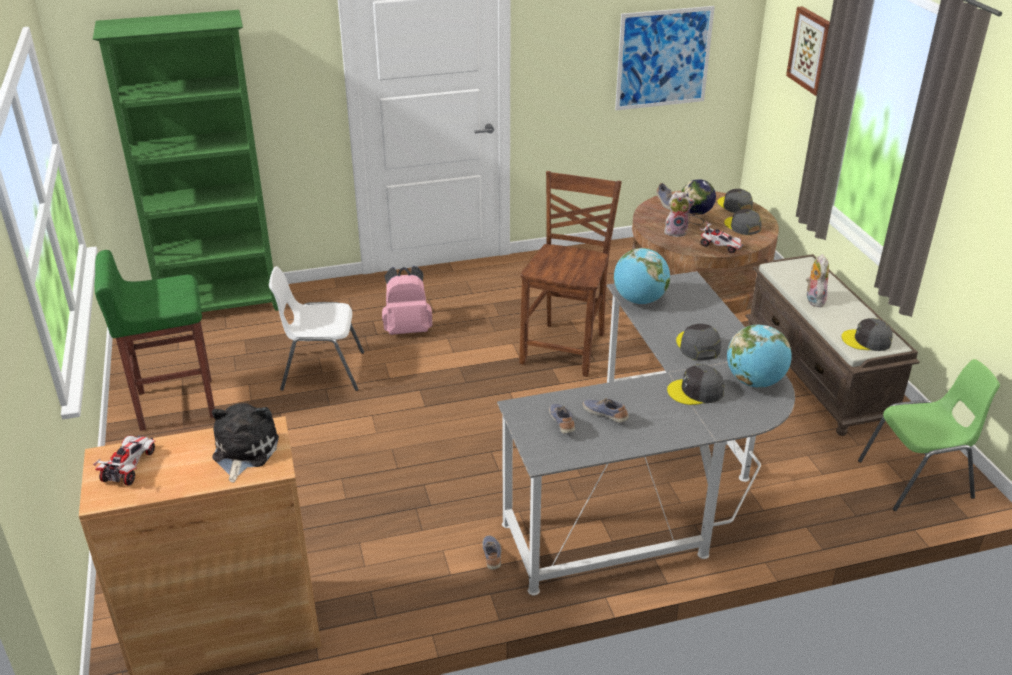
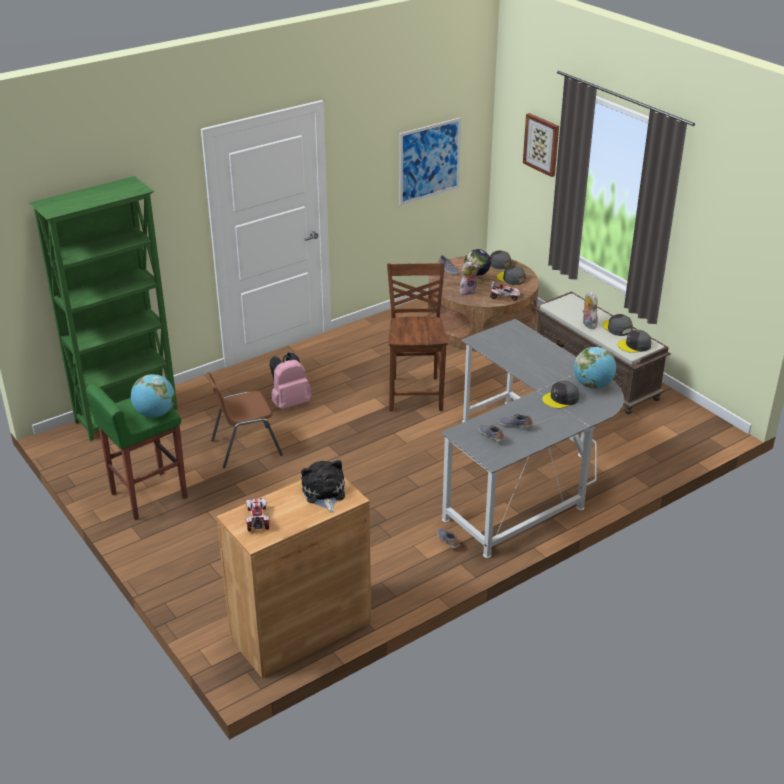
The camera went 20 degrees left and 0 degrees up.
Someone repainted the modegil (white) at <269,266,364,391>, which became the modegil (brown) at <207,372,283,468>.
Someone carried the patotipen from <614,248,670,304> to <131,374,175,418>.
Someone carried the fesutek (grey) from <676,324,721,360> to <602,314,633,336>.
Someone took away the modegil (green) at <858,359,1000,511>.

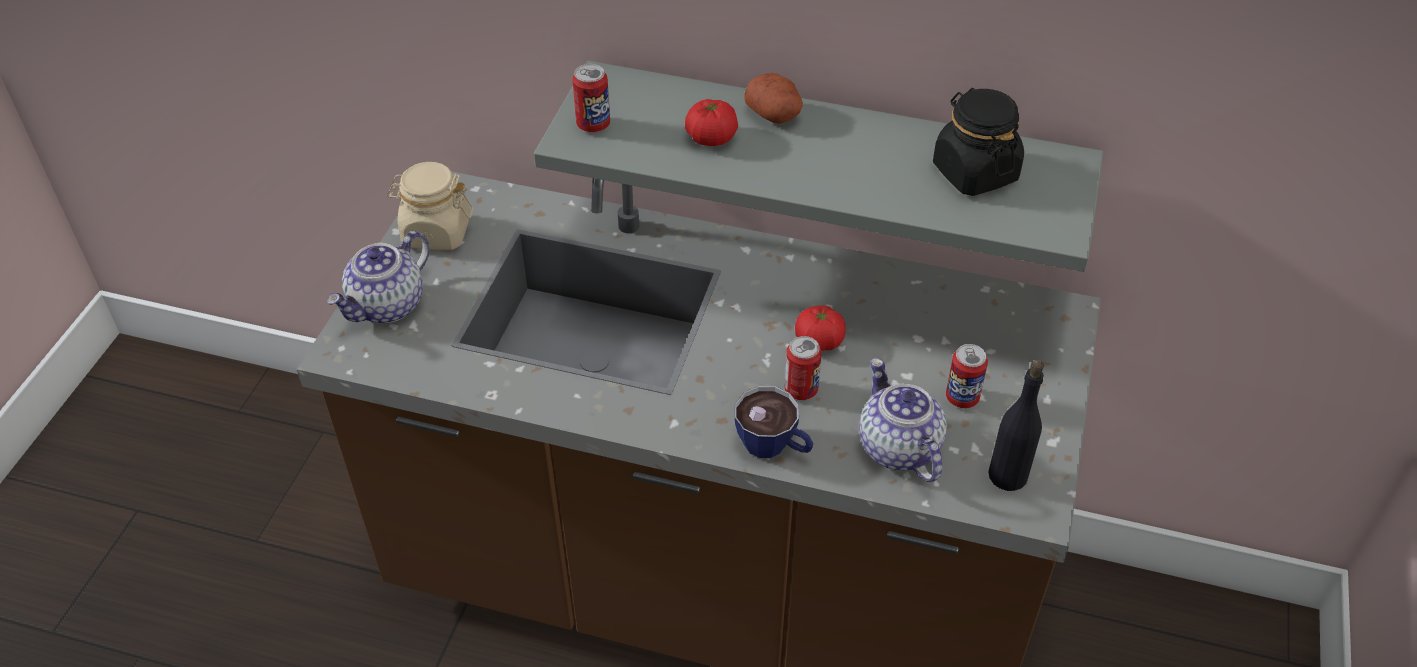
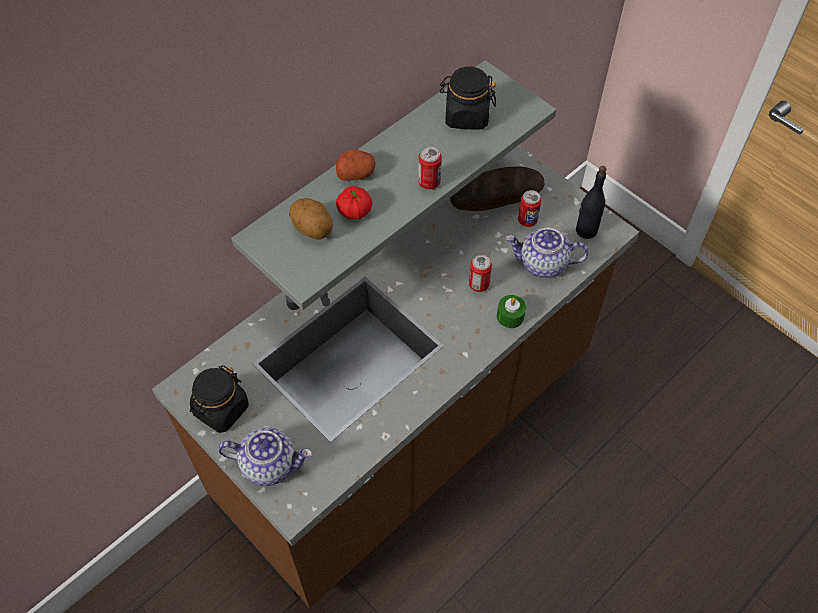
The camera went 60 degrees left and 10 degrees up.
Someone rotated the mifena at <327,231,430,323> by 60 degrees counterclockwise.
Someone repainted the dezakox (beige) at <387,162,473,250>, which became the dezakox (black) at <190,365,249,433>.
Someone carried the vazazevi from <572,64,610,132> to <418,147,442,190>.
Someone swapped the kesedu at <735,386,814,458> for the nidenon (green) at <497,295,526,328>.
Someone took away the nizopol at <795,305,846,351>.
Someone put down the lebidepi at <289,198,333,240>.
Someone put down the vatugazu at <450,166,545,211>.

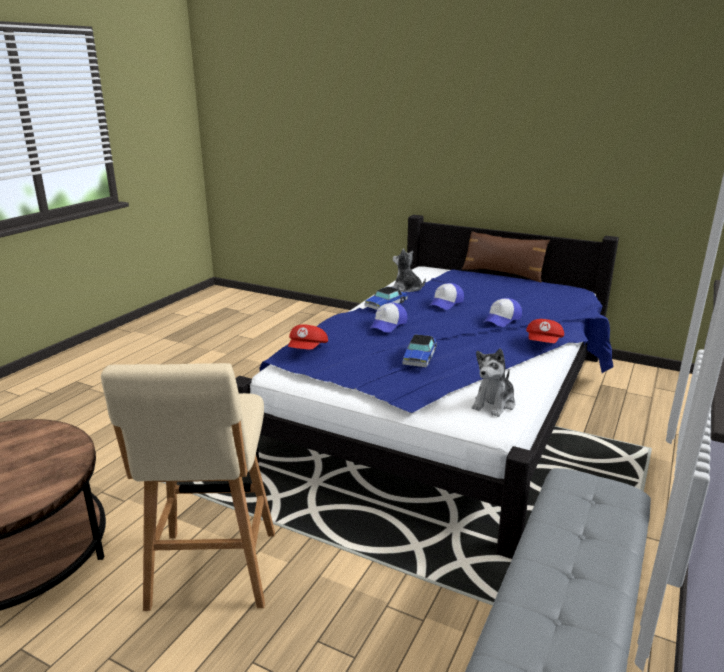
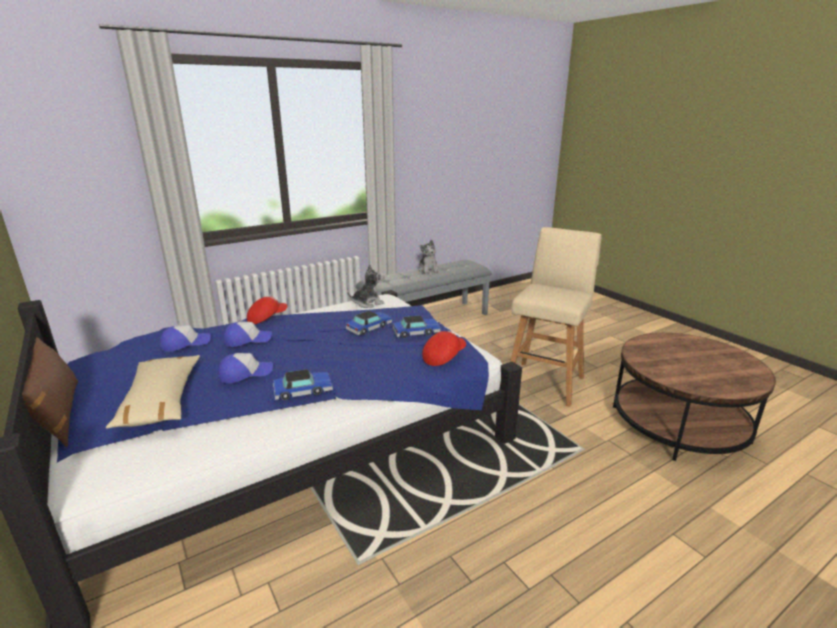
The camera went 150 degrees left and 0 degrees up.
Someone carried the fesutek from <369,302,407,333> to <160,325,211,352>.
Someone carried the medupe from <391,248,426,292> to <418,239,439,274>.
Someone put down the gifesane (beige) at <106,355,200,428>.
Someone put down the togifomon at <393,315,441,338>.

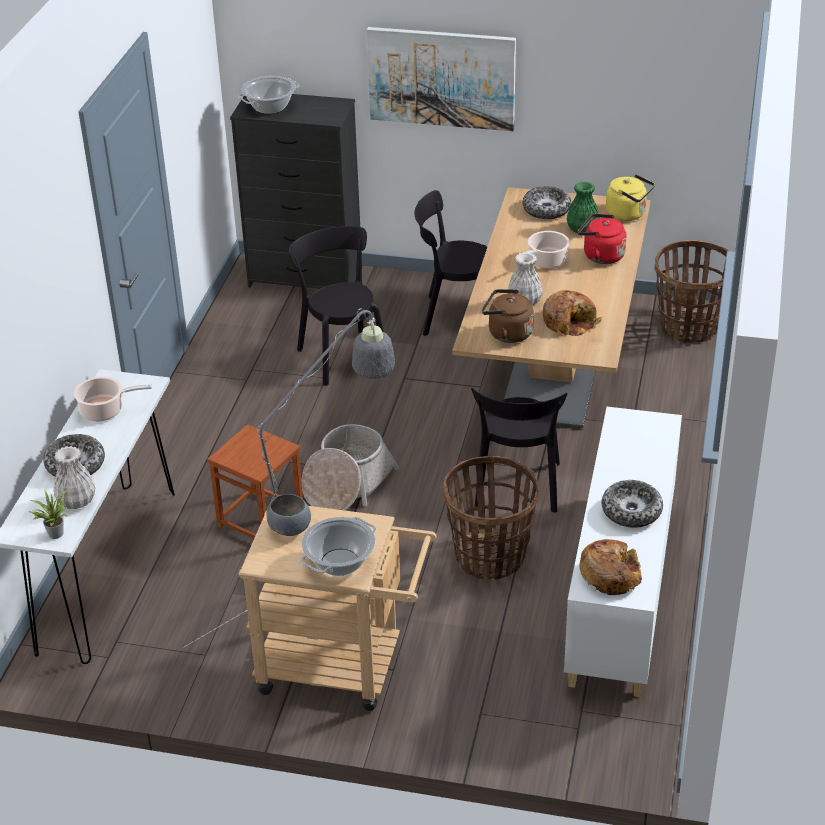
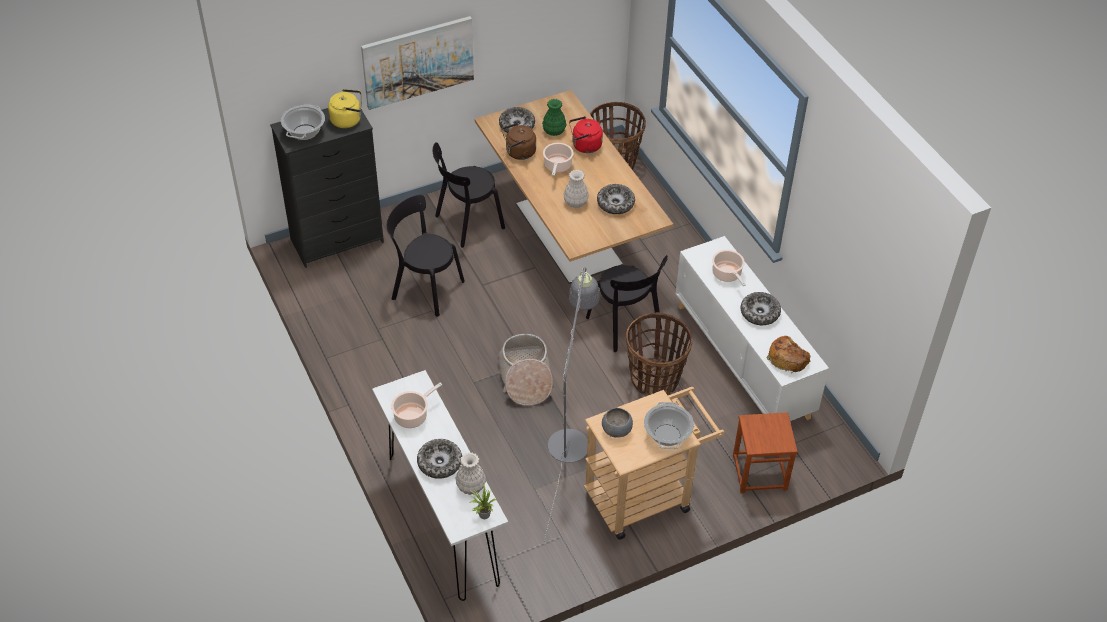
The camera went 40 degrees left and 10 degrees up.
Someone carried the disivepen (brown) from <207,424,303,538> to <733,412,798,493>.
Someone carried the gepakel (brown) from <482,289,534,343> to <501,123,536,160>.
Someone swapped the vatugazu at <543,290,602,336> for the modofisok at <597,184,635,214>.
Someone carried the gepakel (yellow) from <606,174,655,221> to <328,89,362,128>.
Someone put down the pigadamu at <712,250,746,286>.

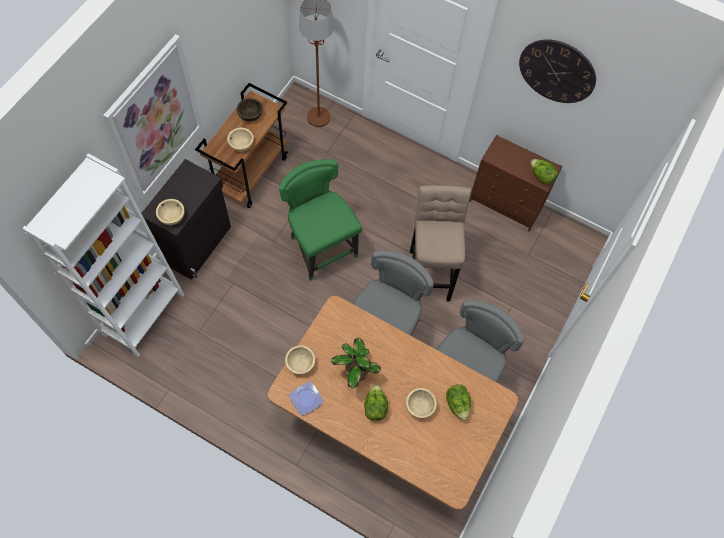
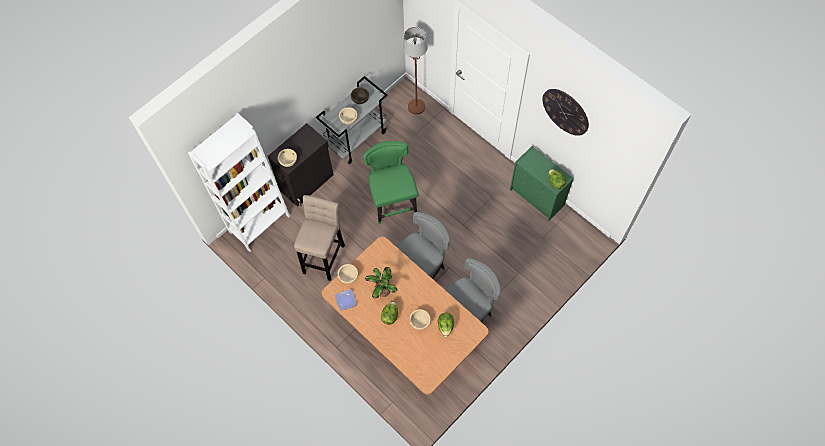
The camera went 20 degrees right and 0 degrees up.
Someone took away the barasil at <103,34,202,199>.
Someone repainted the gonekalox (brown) at <195,83,288,208>, which became the gonekalox (grey) at <316,76,388,164>.
Someone carried the disivepen (beige) from <410,185,471,302> to <294,195,345,281>.
Someone repainted the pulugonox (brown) at <469,135,562,231>, which became the pulugonox (green) at <510,146,574,221>.

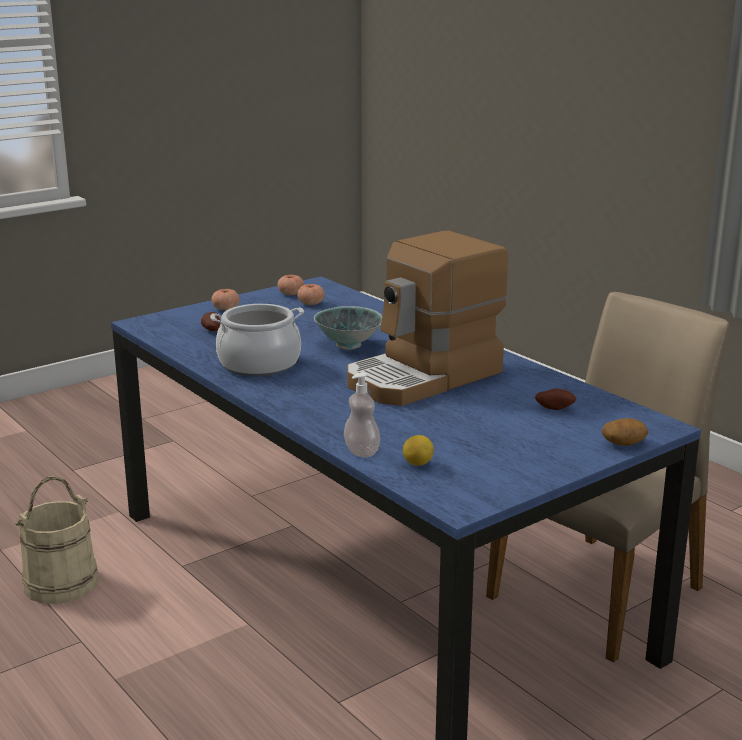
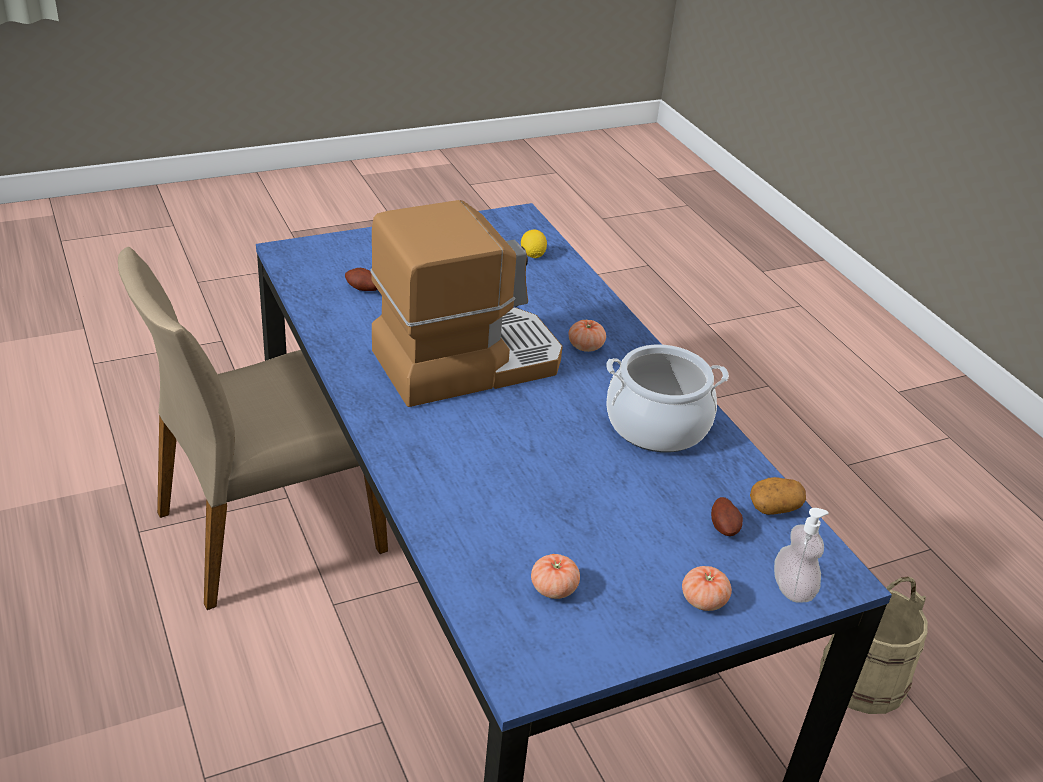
The camera went 170 degrees left and 15 degrees up.
Someone carried the nizopol from <277,275,304,295> to <569,320,606,352>.
Someone took away the modofisok at <314,306,382,350>.
Someone carried the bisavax from <344,372,380,457> to <774,508,829,603>.
Someone carried the lebidepi from <602,418,648,446> to <750,477,806,515>.

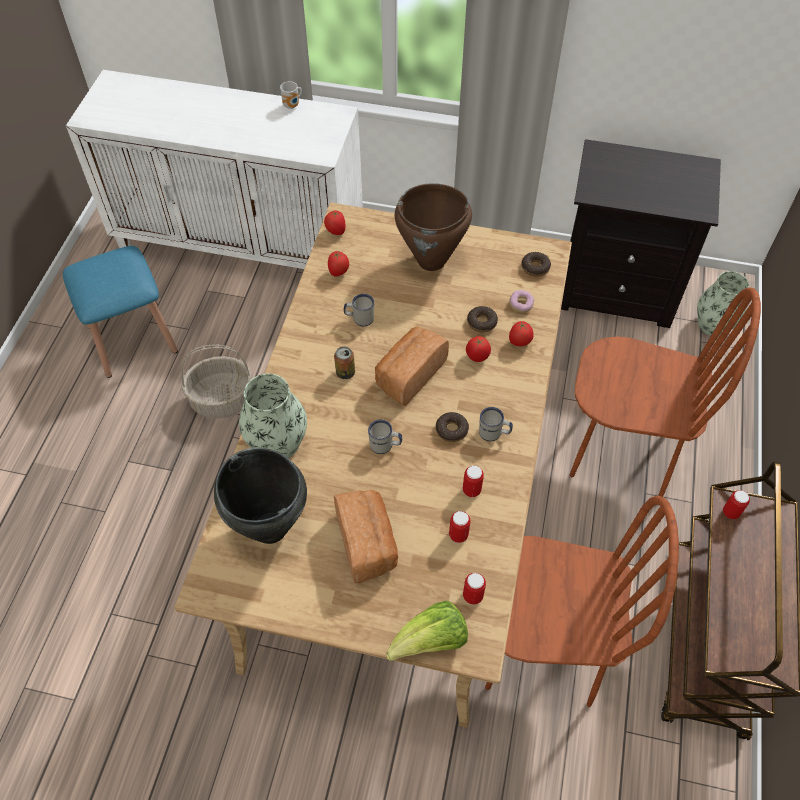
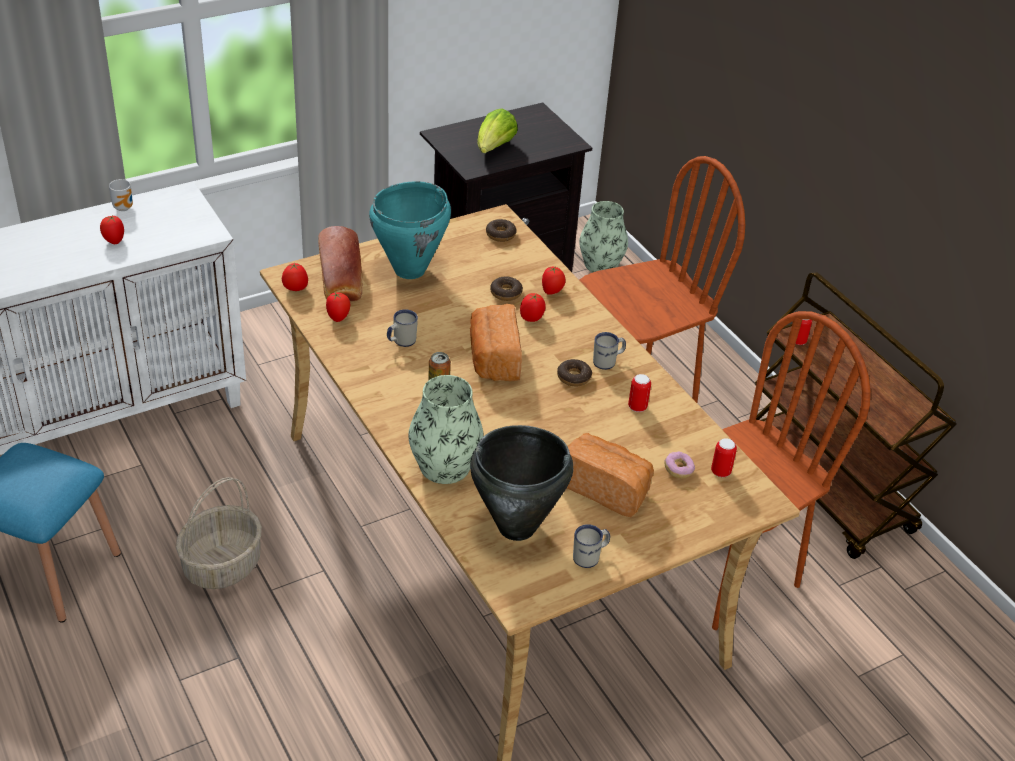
The camera went 45 degrees left and 15 degrees down.
Someone carried the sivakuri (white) from <368,419,402,454> to <573,524,610,568>.
Someone carried the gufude from <386,601,468,662> to <477,108,518,153>.
Someone repainted the pigadamu (brown) at <395,183,472,271>, which became the pigadamu (turquoise) at <369,181,451,279>.
Someone took away the vazazevi at <449,511,470,543>.
Someone carried the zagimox from <509,290,534,313> to <664,452,695,479>.
Someone put down the nizopol at <100,215,124,244>.
Someone put down the vatugazu at <318,226,362,301>.

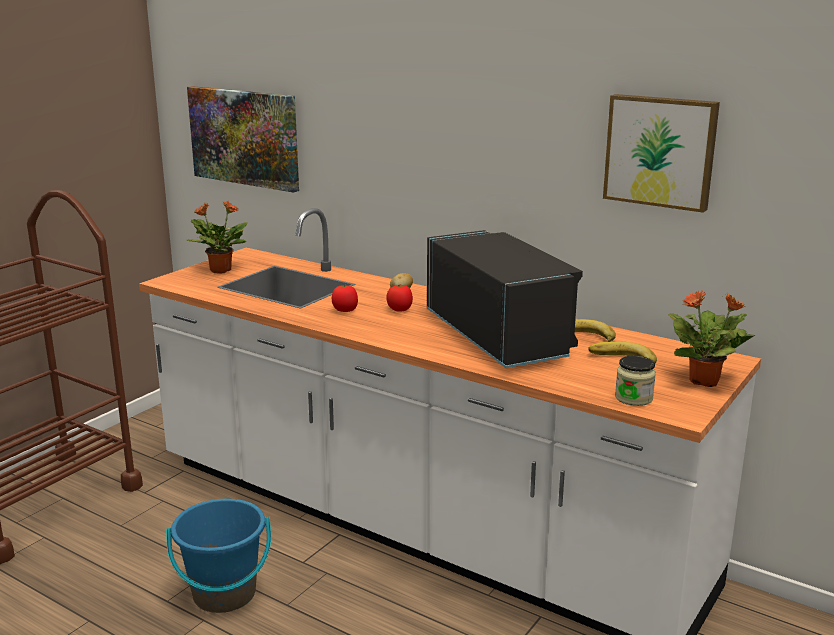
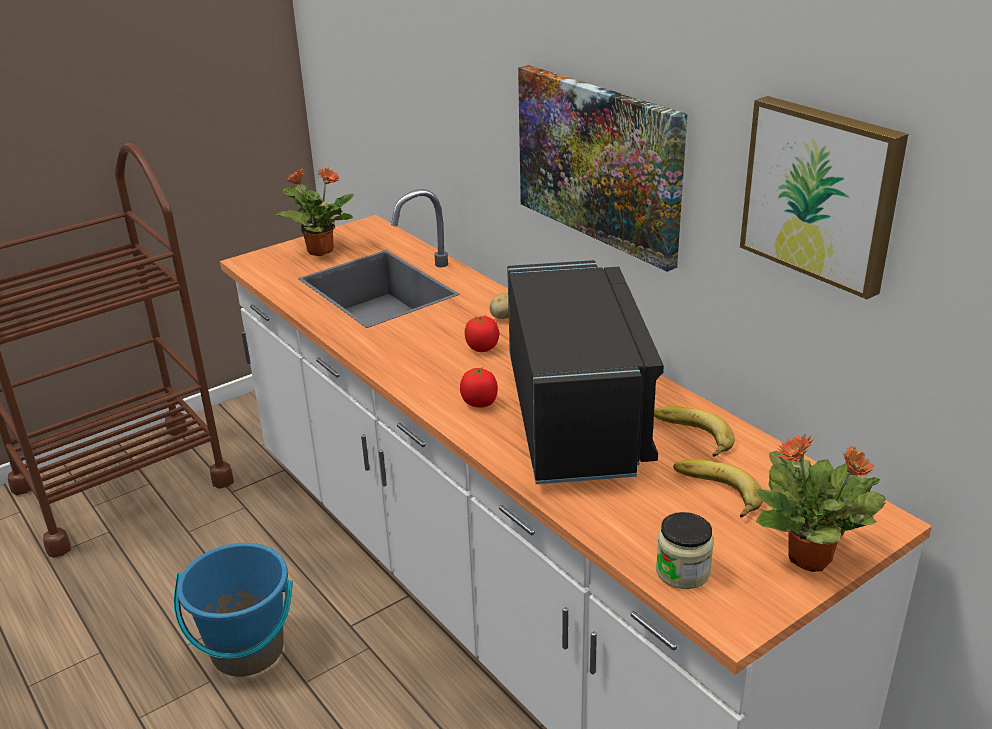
The camera went 20 degrees right and 10 degrees up.
Someone carried the barasil from <187,86,299,193> to <518,65,688,272>.
Someone carried the nizopol from <332,284,358,312> to <460,366,498,407>.

